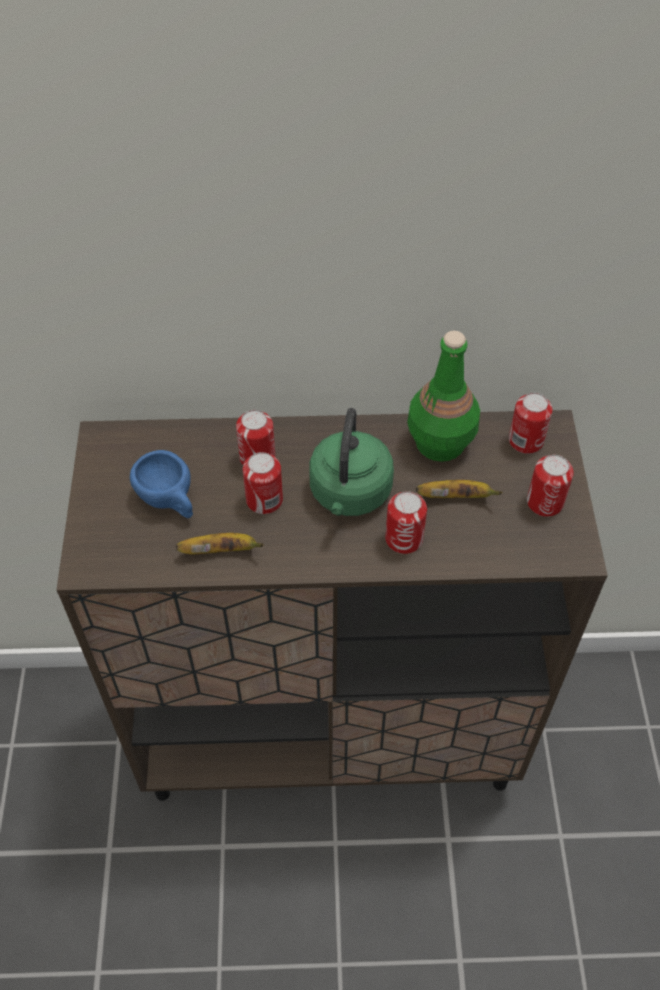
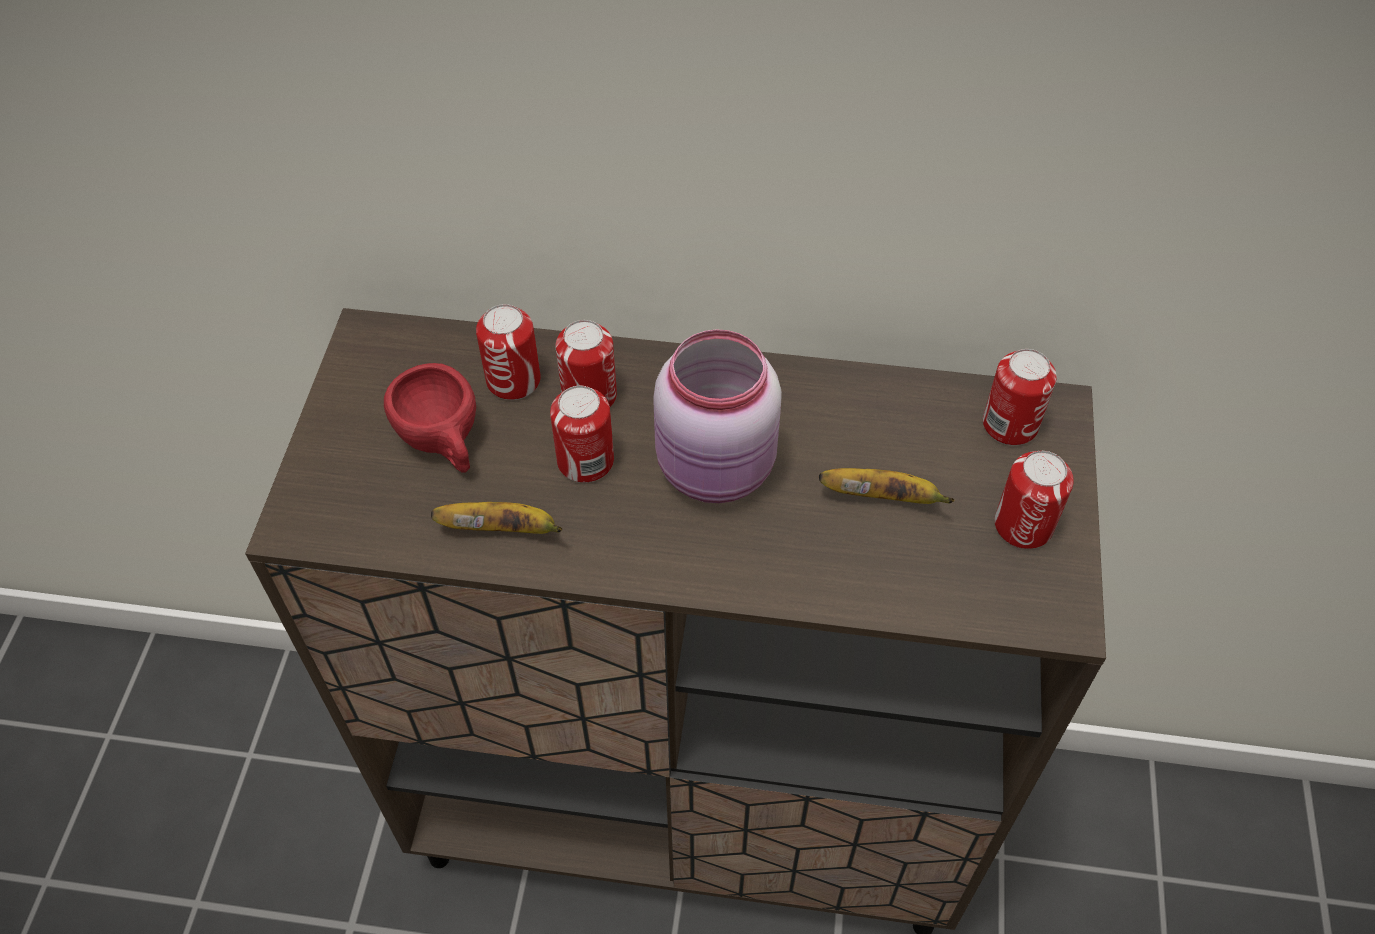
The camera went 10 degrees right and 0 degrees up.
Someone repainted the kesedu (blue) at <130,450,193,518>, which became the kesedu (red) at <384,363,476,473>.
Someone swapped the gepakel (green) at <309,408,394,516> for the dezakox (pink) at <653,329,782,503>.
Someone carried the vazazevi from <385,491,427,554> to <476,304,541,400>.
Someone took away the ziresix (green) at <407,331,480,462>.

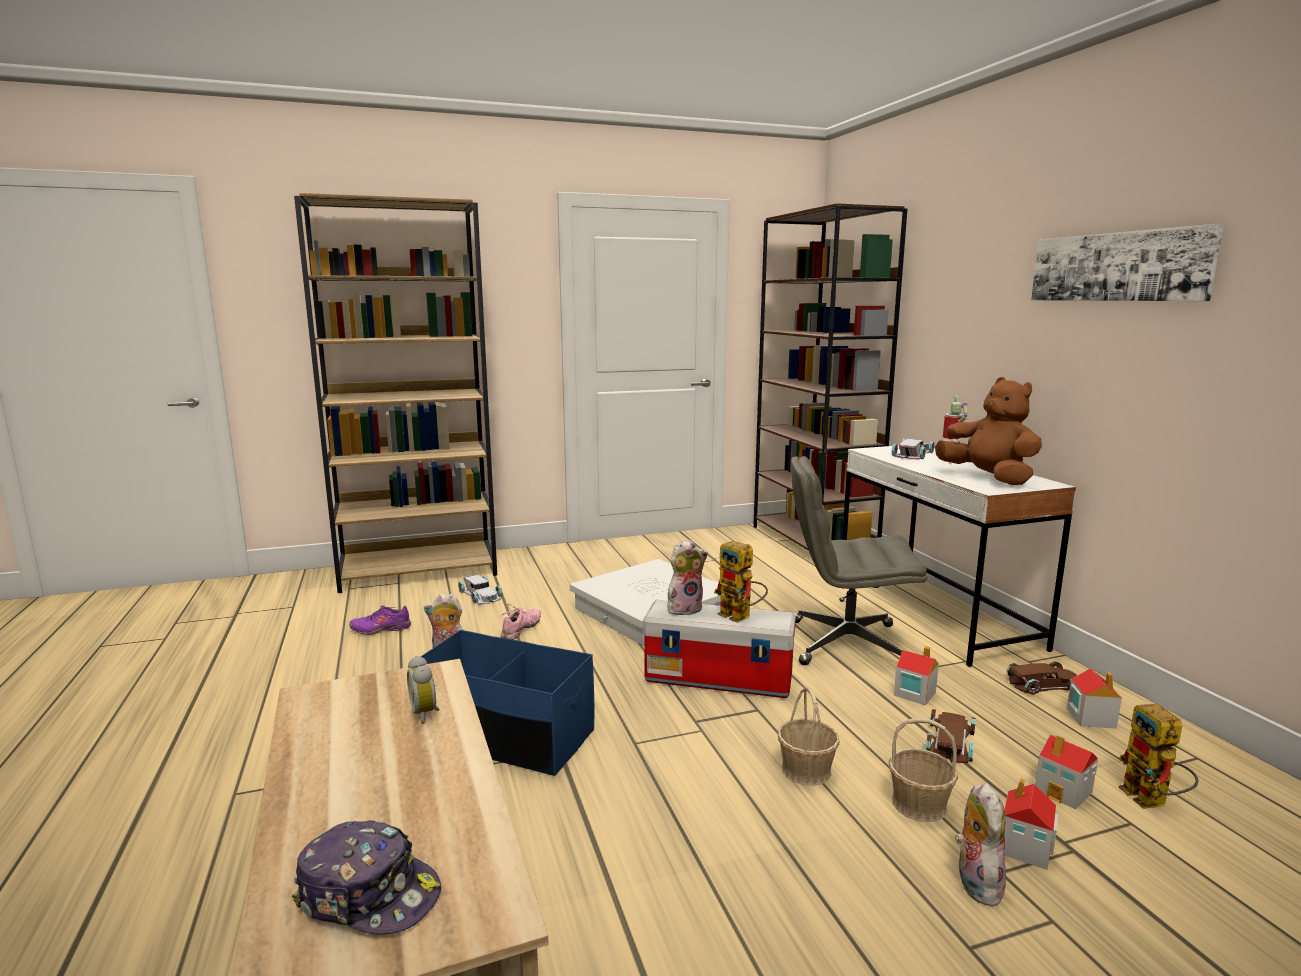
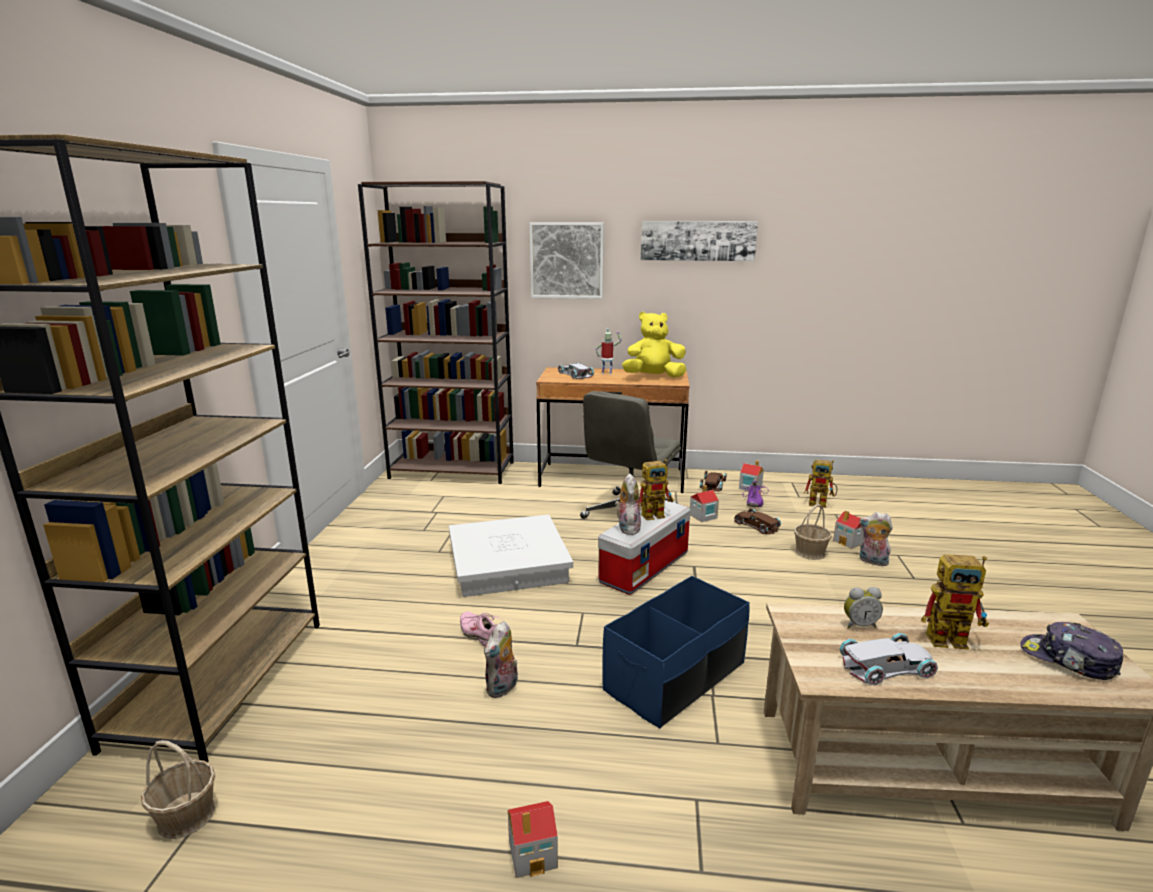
The camera went 65 degrees left and 5 degrees up.
Someone rotated the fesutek at <292,820,441,935> by 90 degrees counterclockwise.
Someone carried the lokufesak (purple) from <349,606,411,635> to <743,480,769,507>.
Someone carried the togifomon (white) from <458,575,503,605> to <839,633,938,686>.
Someone carried the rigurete from <778,686,840,786> to <141,740,215,839>.
Someone repainted the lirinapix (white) at <842,445,1076,667>, which became the lirinapix (brown) at <536,367,690,493>.
Someone repainted the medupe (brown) at <935,377,1042,485>, which became the medupe (yellow) at <622,312,686,378>.
Someone carried the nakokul from <1035,735,1098,809> to <508,801,558,878>.
Someone put up the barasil at <529,222,604,299>.
Someone put down the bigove at <921,554,989,649>.

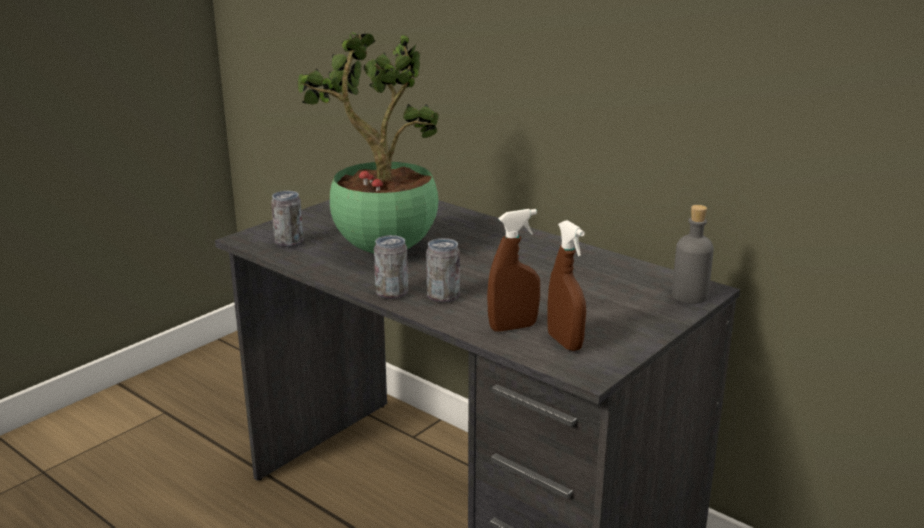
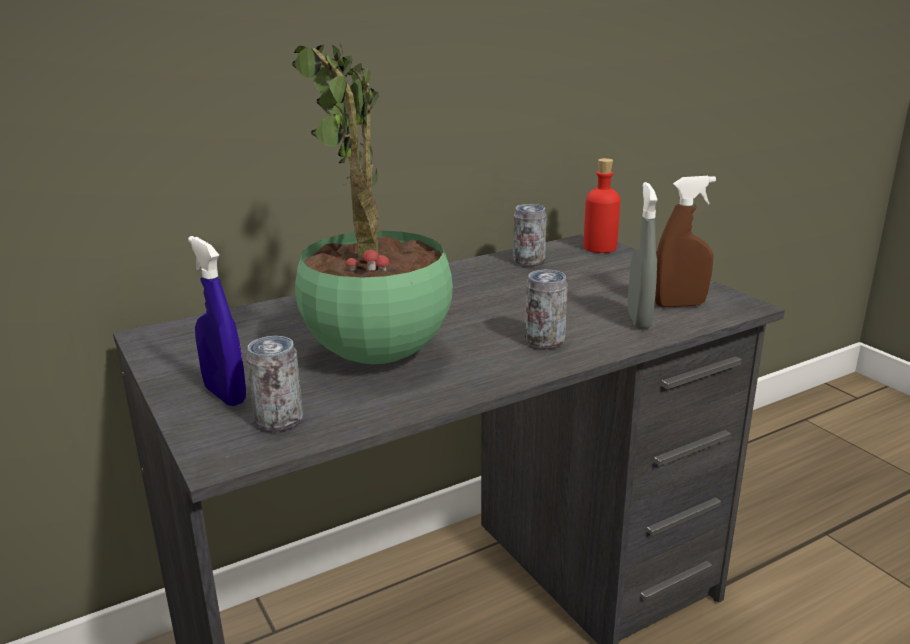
The camera went 70 degrees left and 0 degrees up.
Someone carried the vazazevi from <374,235,408,299> to <513,204,547,266>.
Someone repainted the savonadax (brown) at <487,209,540,332>, which became the savonadax (grey) at <628,182,658,329>.
Someone repainted the ziresix (grey) at <672,205,714,304>, which became the ziresix (red) at <583,158,620,253>.
Someone put down the savonadax (blue) at <188,236,246,406>.

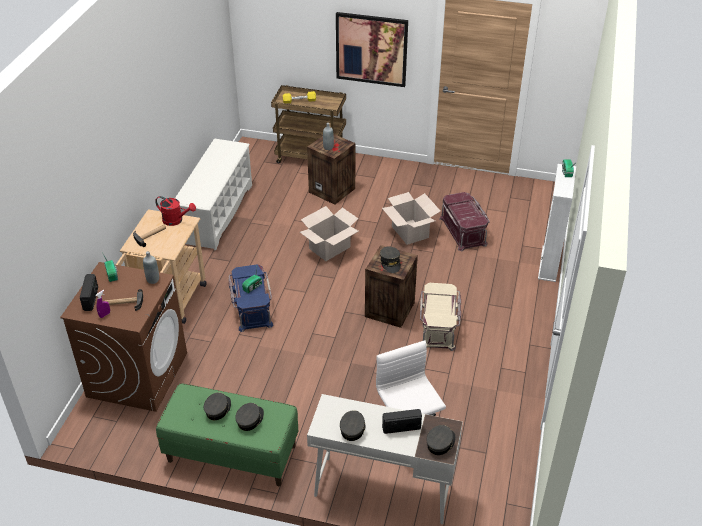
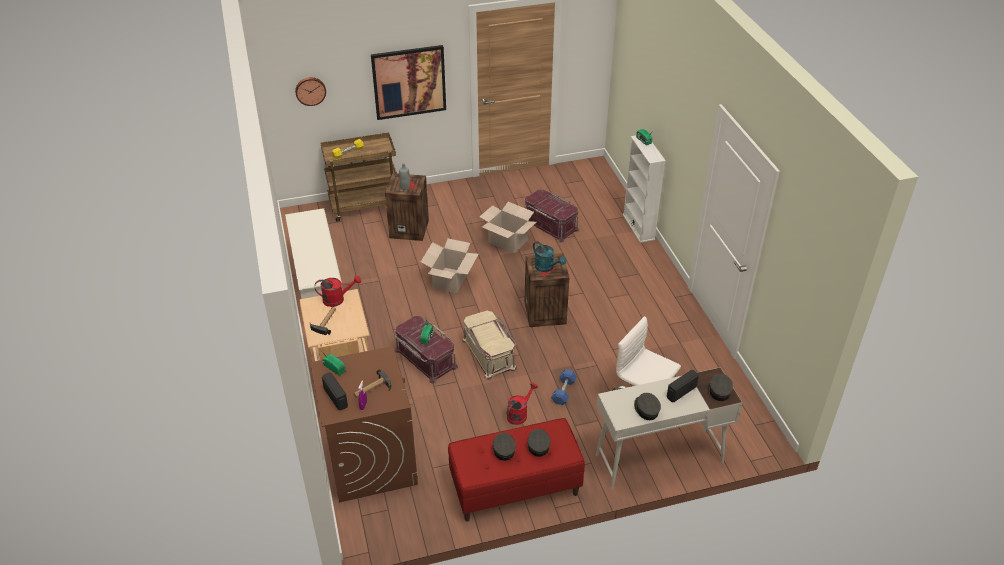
The camera went 30 degrees left and 0 degrees up.
Someone took away the ziresix (grey) at <143,251,159,284>.
Someone repainted the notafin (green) at <156,383,298,486>, which became the notafin (red) at <448,418,585,521>.
Someone repainted the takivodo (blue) at <228,264,274,332>, which became the takivodo (red) at <395,316,458,383>.
Someone swapped the fesutek (grey) at <380,246,401,273> for the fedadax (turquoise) at <533,241,566,272>.
Someone carried the takivodo (beige) from <420,283,461,351> to <462,311,517,380>.
Someone put up the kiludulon at <295,77,326,106>.
Someone put down the fedadax (red) at <507,382,538,425>.
Someone put down the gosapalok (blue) at <551,369,577,405>.

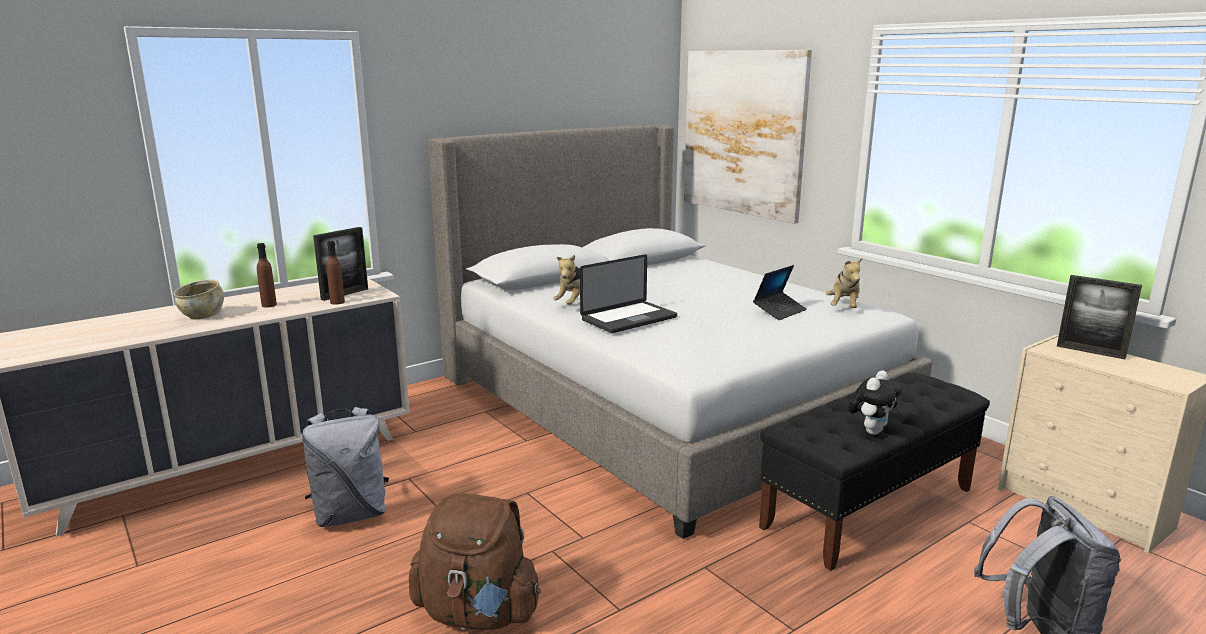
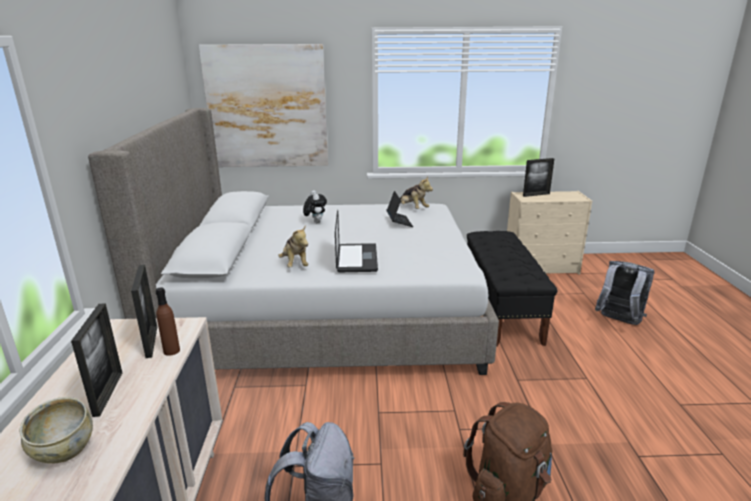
The camera went 55 degrees left and 5 degrees up.
Someone swapped the ziresix (brown) at <257,243,277,308> for the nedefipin at <71,303,122,417>.
Someone carried the medupe from <848,371,902,435> to <303,190,327,223>.

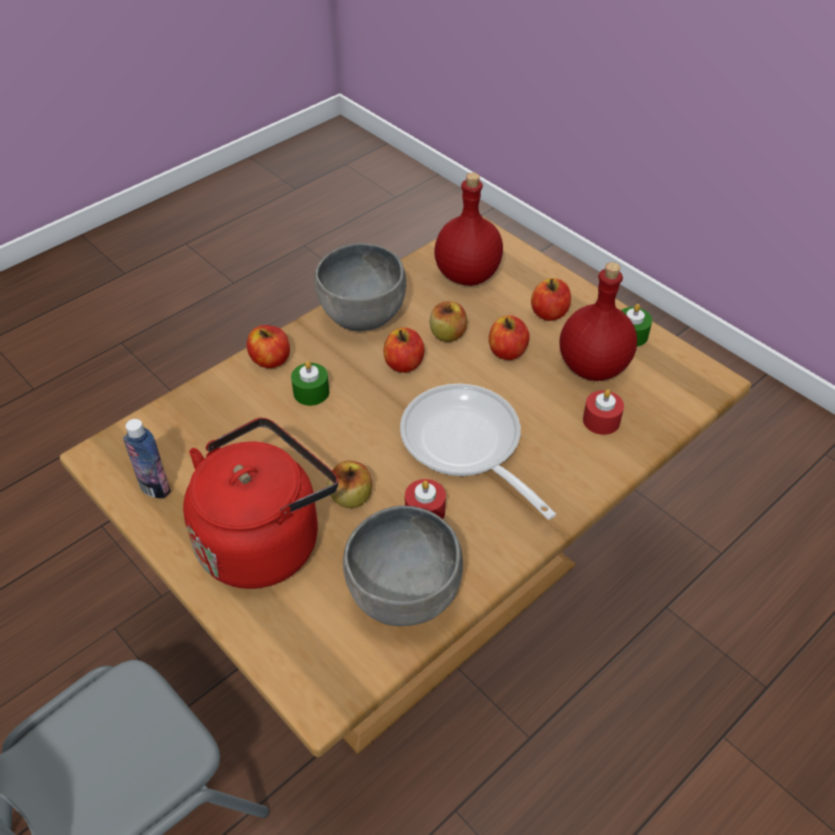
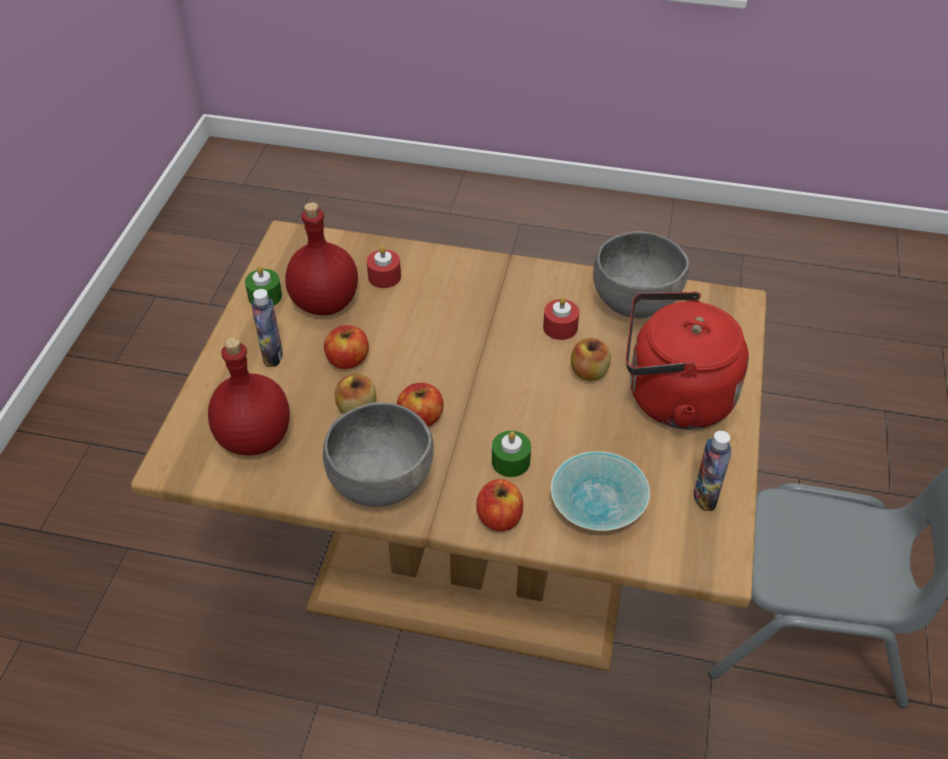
The camera went 125 degrees left and 0 degrees up.
Someone took away the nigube at <400,384,556,520>.
Someone swapped the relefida at <531,278,571,321> for the ziresix at <252,289,283,367>.
Someone put down the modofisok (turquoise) at <551,451,650,531>.

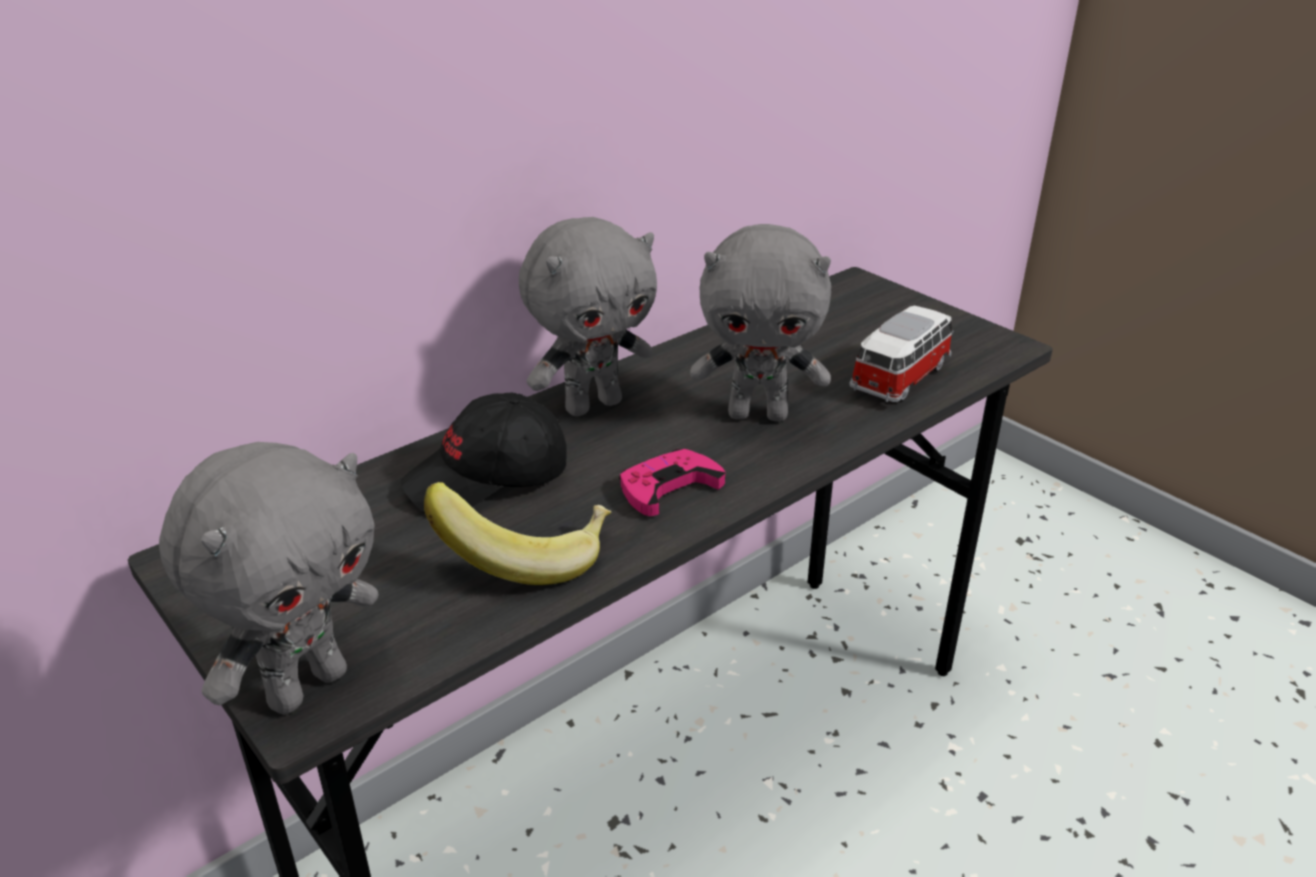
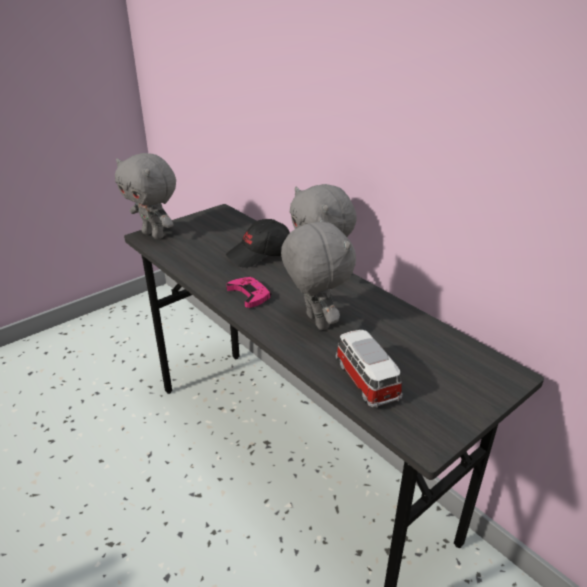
The camera went 90 degrees right and 0 degrees up.
Someone rotated the fesutek (black) at <401,392,566,512> by 90 degrees counterclockwise.
Someone took away the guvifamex at <424,482,611,585>.
Someone rotated the medupe (grey) at <690,224,831,422> by 150 degrees clockwise.
Someone rotated the togifomon at <849,306,954,402> by 150 degrees counterclockwise.

